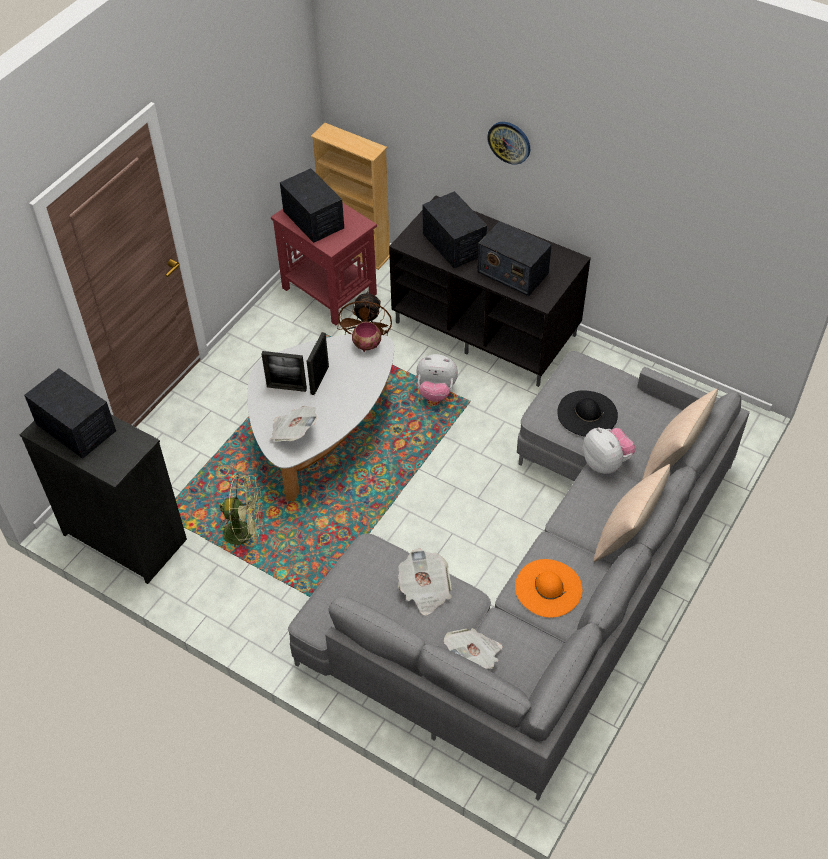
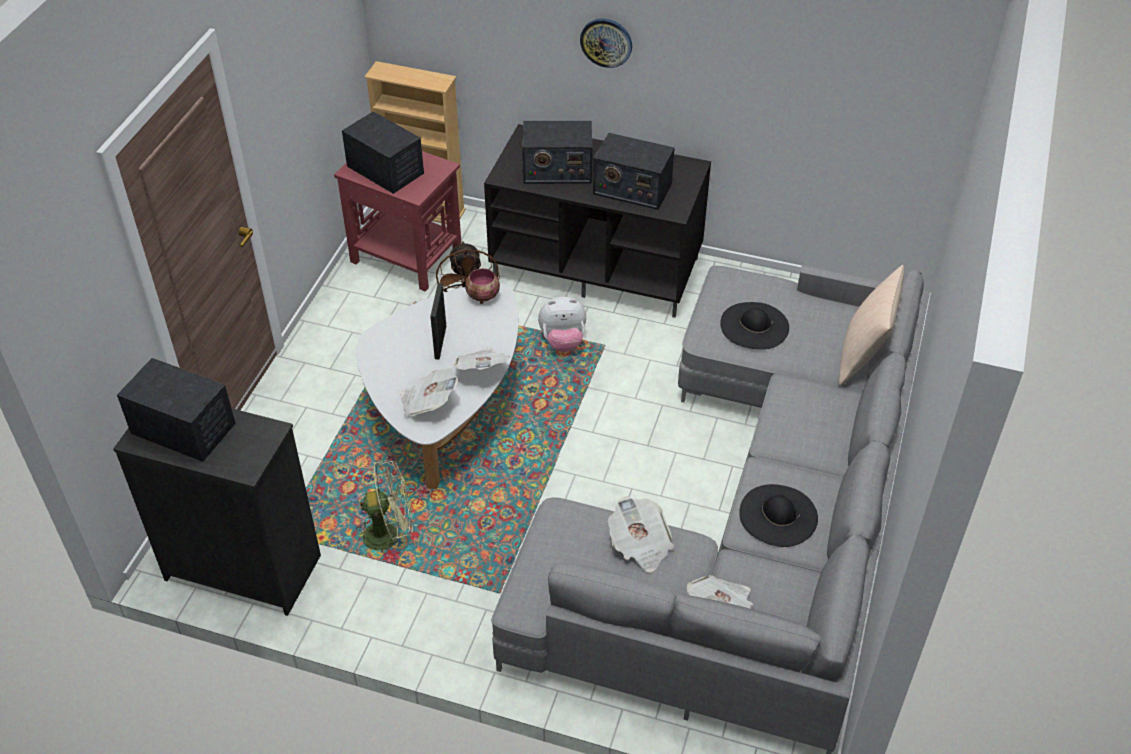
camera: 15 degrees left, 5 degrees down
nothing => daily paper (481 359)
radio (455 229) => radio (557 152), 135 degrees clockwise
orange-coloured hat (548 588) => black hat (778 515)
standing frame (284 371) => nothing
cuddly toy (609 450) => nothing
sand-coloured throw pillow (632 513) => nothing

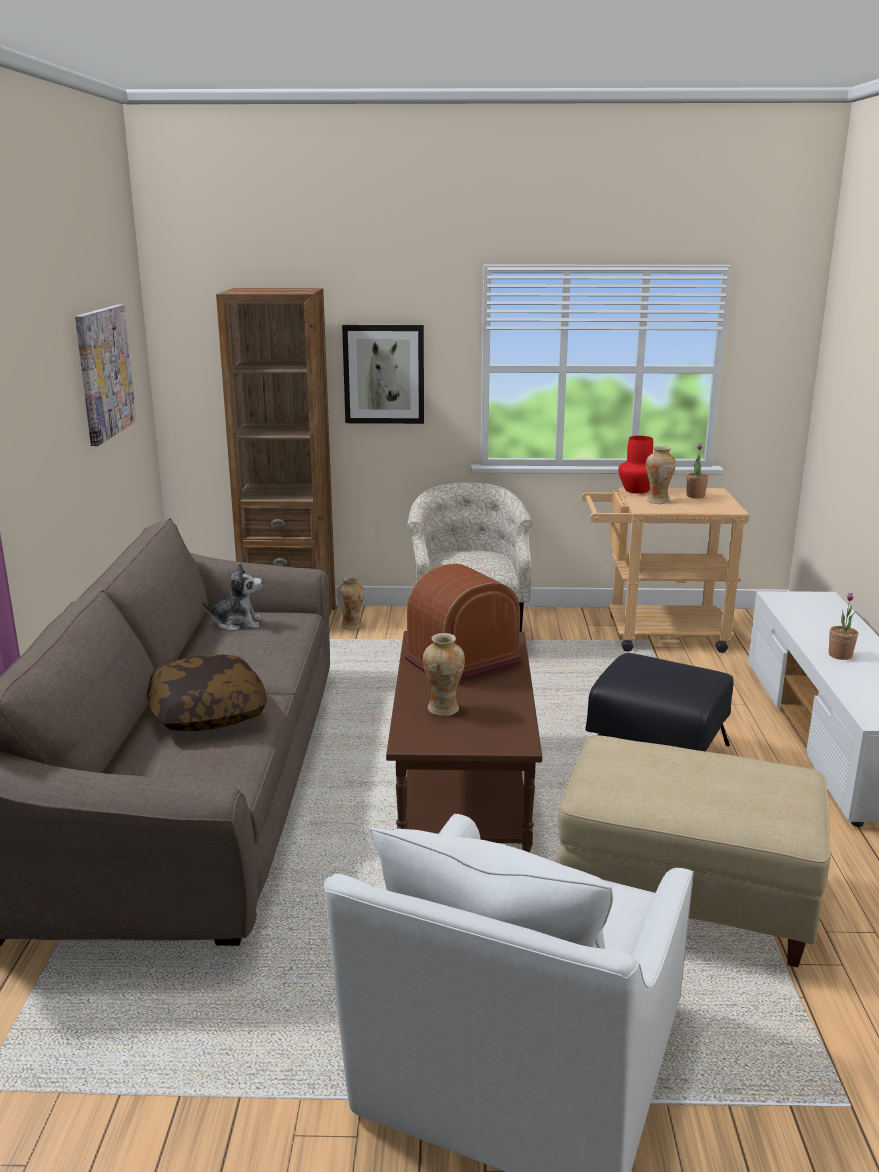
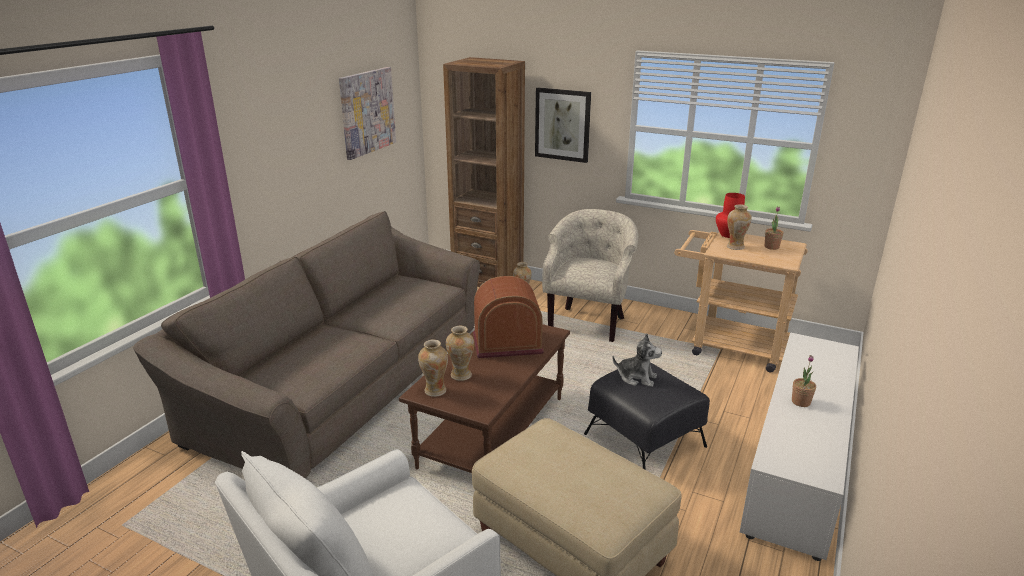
camera: 25 degrees right, 5 degrees up
nothing => flower vase (433 368)
cuddly toy (232 597) => cuddly toy (637 360), relocated
throw pillow (206 692) => nothing

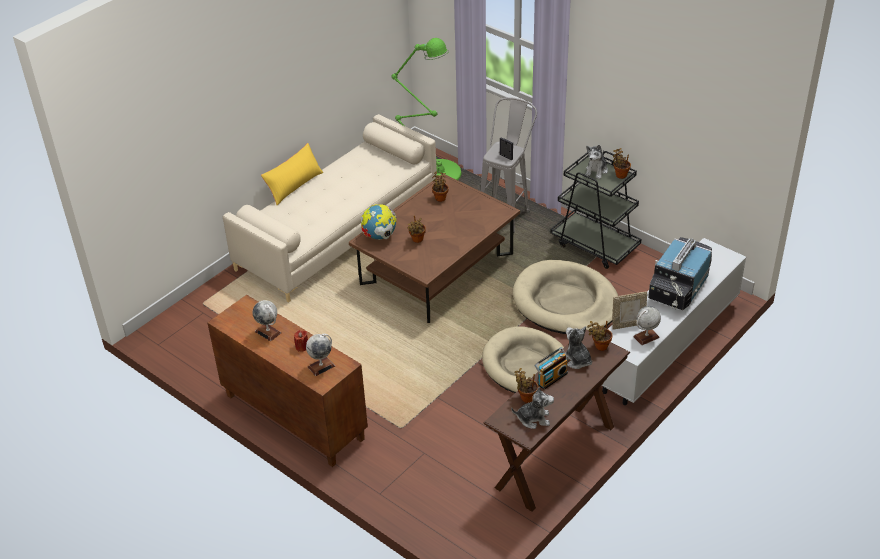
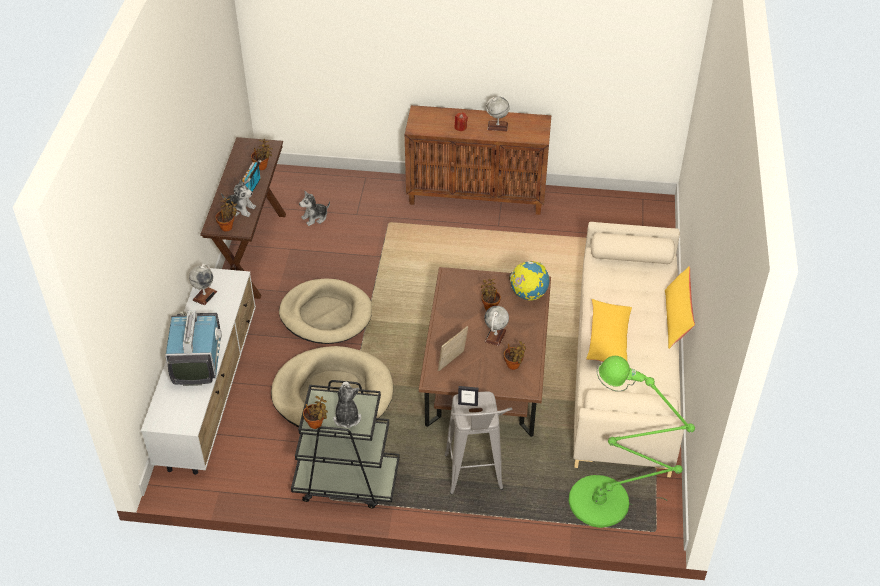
camera: 145 degrees right, 5 degrees up
cuddly toy (532 408) => cuddly toy (314 208), relocated
standing frame (629 311) => standing frame (453 348), relocated
world globe (320 355) => world globe (496 326), relocated
nothing => yellow throw pillow (609 330)

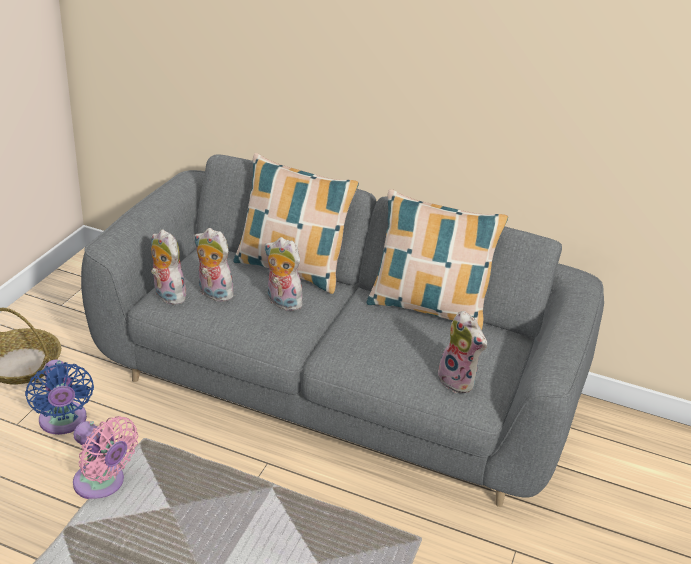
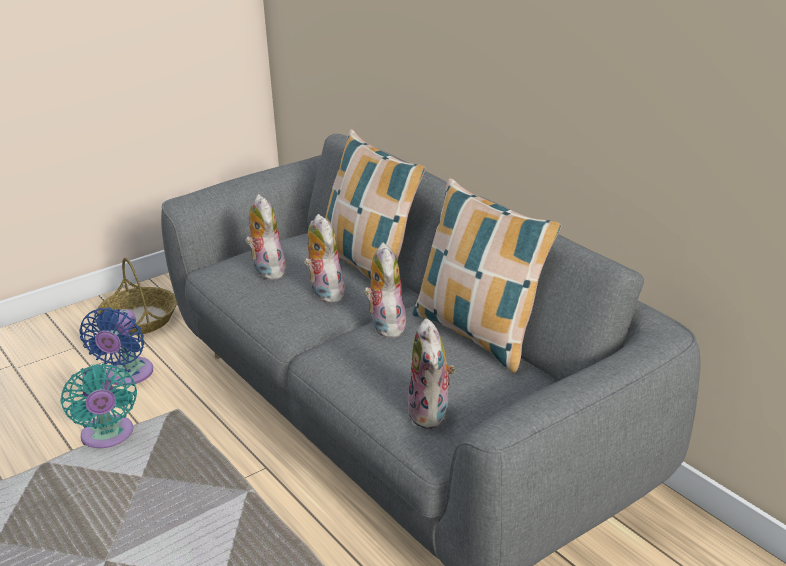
camera: 35 degrees right, 5 degrees down
pink-coloured fan (105 457) => turquoise fan (98 405)
cuddly toy (168 267) => cuddly toy (386 290), relocated

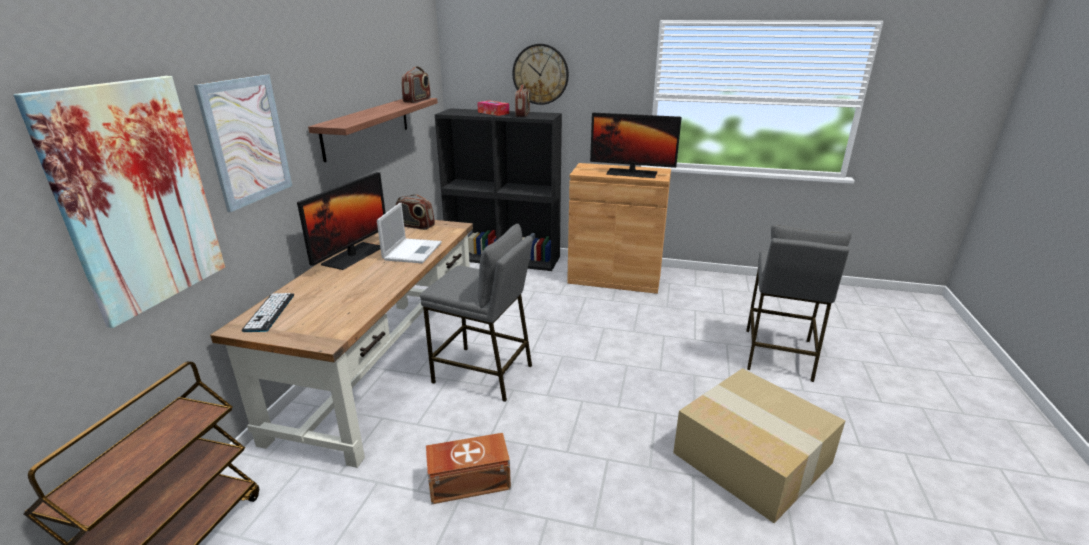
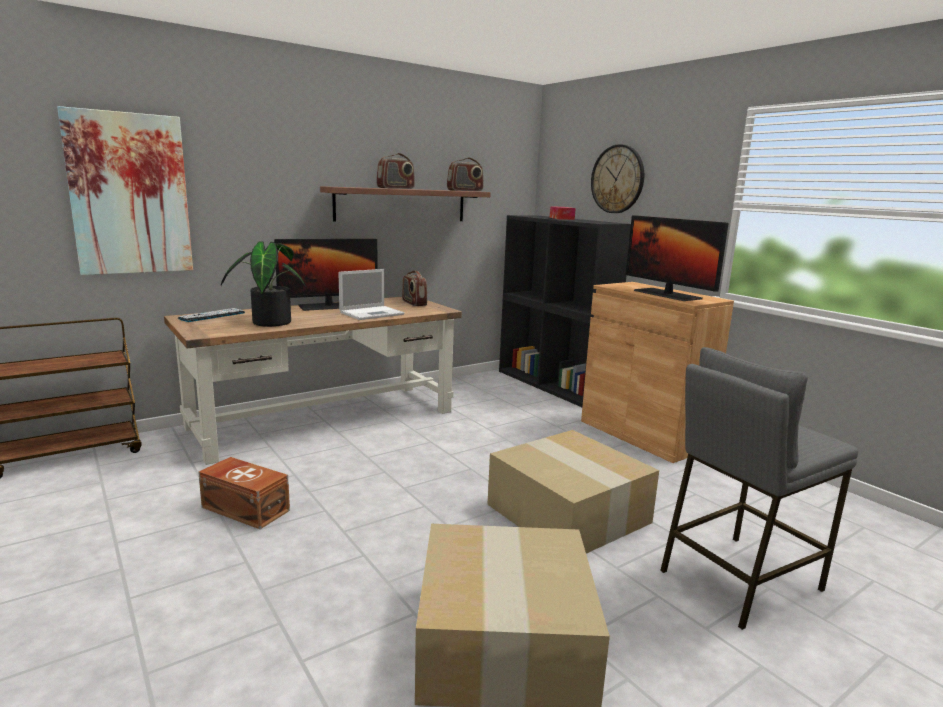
camera: 40 degrees right, 10 degrees down
nothing => houseplant (263 284)
radio (522 100) => radio (396 171), relocated
nothing => cardboard box (573 492)
wall art (243 143) => nothing
greyish stool (476 313) => nothing

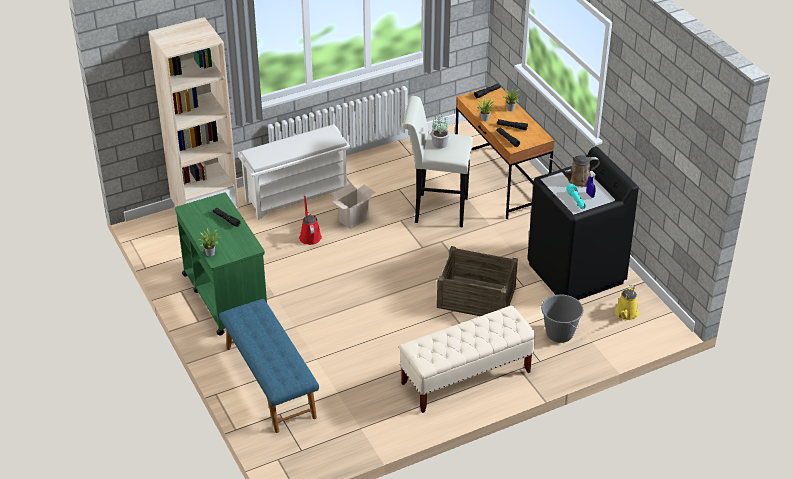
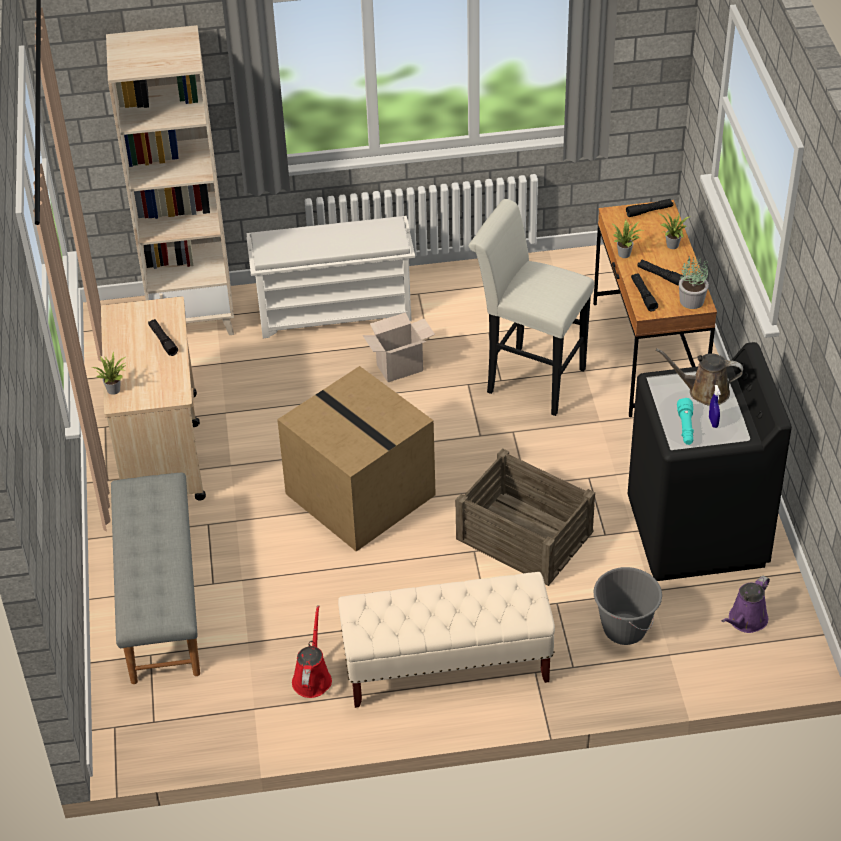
camera: 20 degrees right, 5 degrees up
greenish trolley (221 264) => sand-coloured trolley (153 398)
bluish bench (269 366) => greyish bench (155 578)
nothing => cardboard box (356 459)
red sprinkling can (310 220) => red sprinkling can (312 651), relocated
houseplant (440 132) => houseplant (694 282), relocated
yellow sprinkling can (627 303) => purplish sprinkling can (746 604)

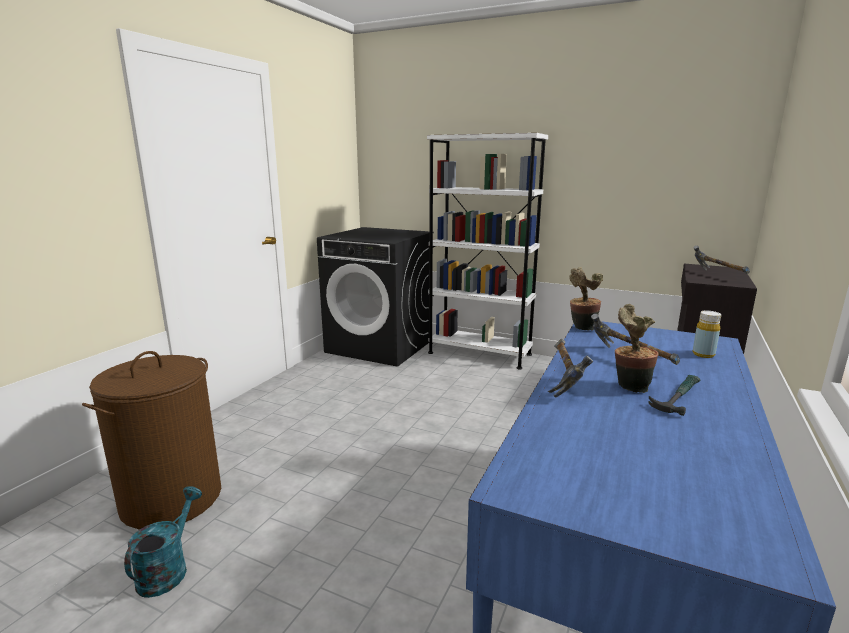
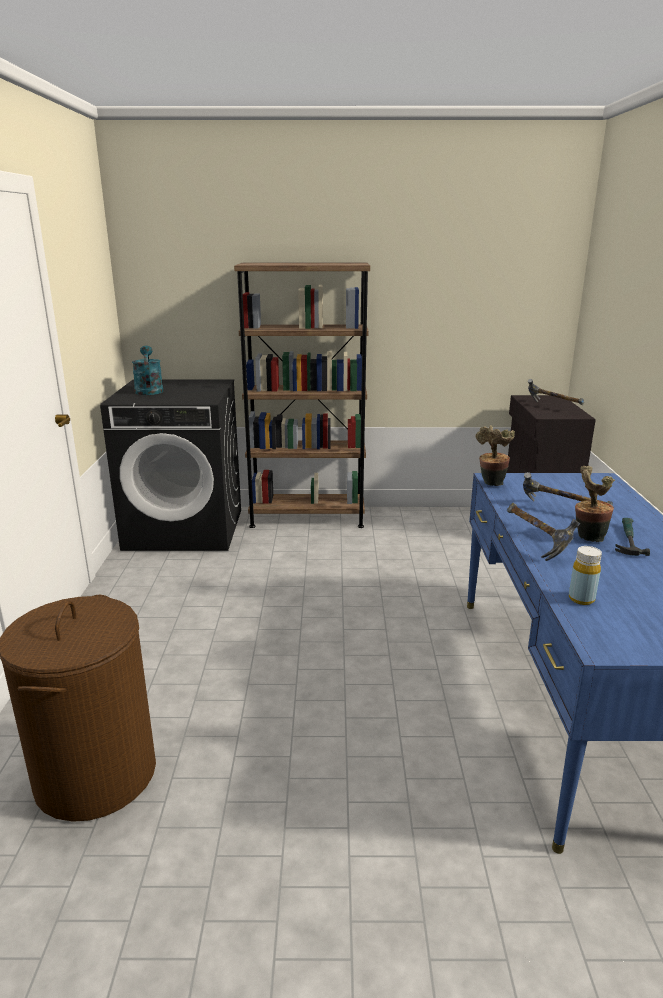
camera: 25 degrees left, 5 degrees up
turquoise sprinkling can (163 542) => turquoise sprinkling can (147 370), relocated
white-coloured shelving unit (487 251) => brown-coloured shelving unit (302 395)
yellow drink bottle (707 334) => yellow drink bottle (585 575), relocated

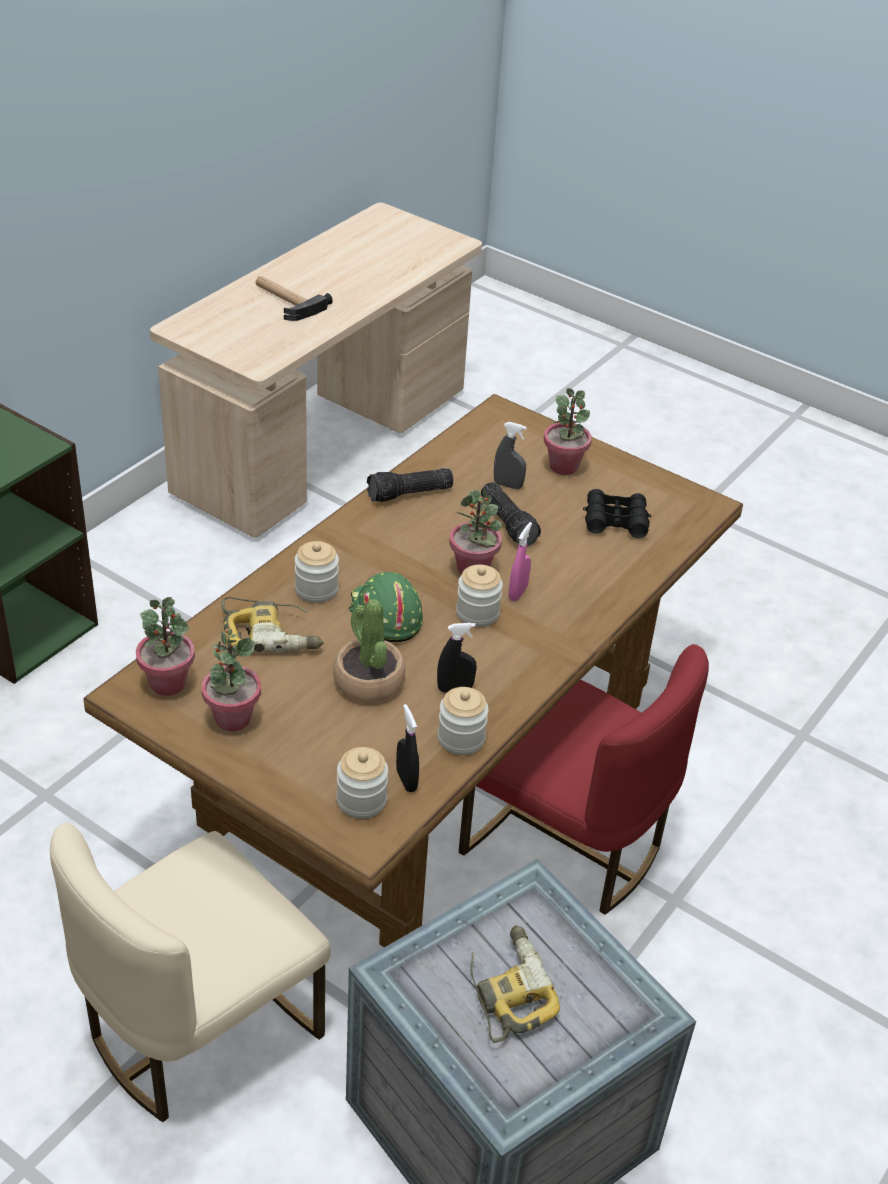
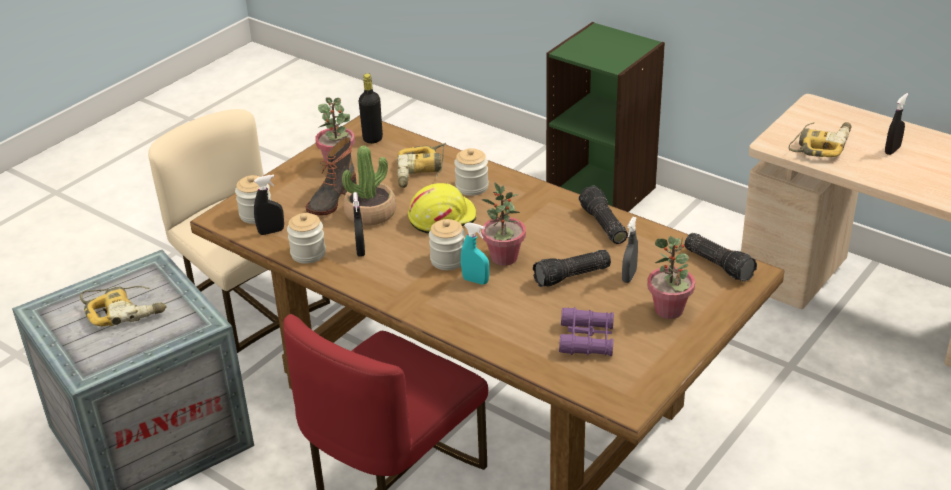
camera: 95 degrees right, 5 degrees down
nothing => boot (331 176)
houseplant (165 646) => black drink bottle (371 108)
greenish safety helmet (386 607) => yellow safety helmet (442 208)
pink-coloured hand sprayer (520 561) => turquoise hand sprayer (475 253)
black field glasses (617 513) => purplish field glasses (586 331)
nothing => hand torch (720 257)
nothing => electric drill (820 139)
tool hammer (294 298) => black hand sprayer (896 124)

